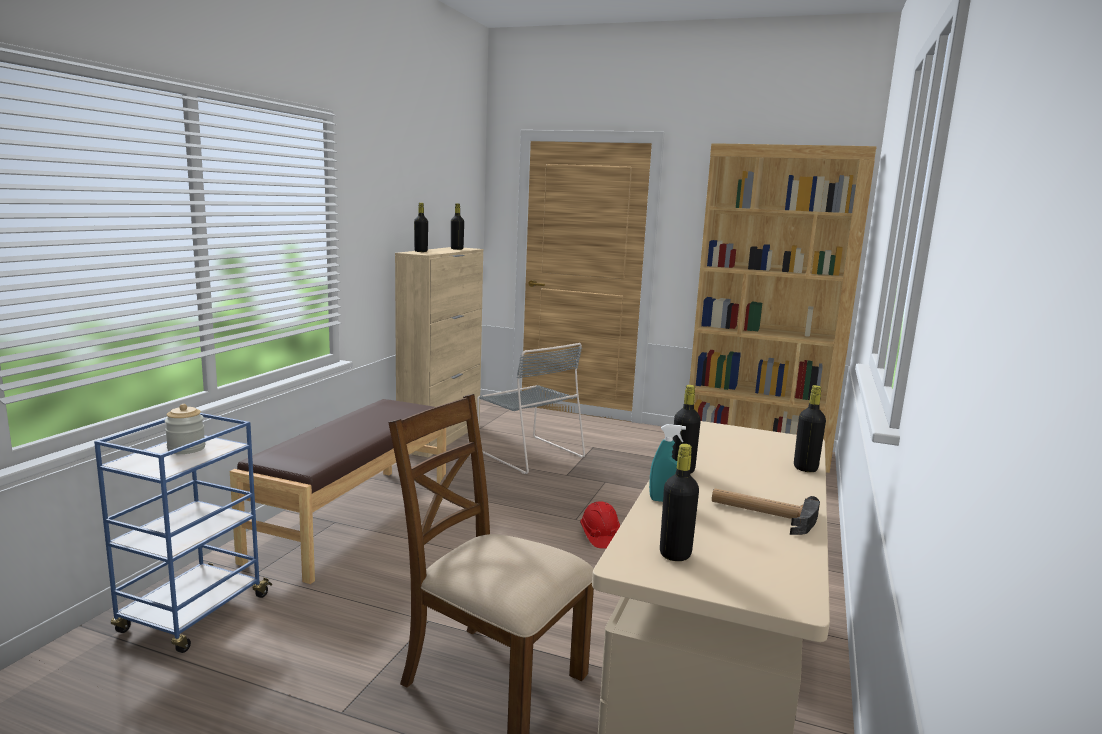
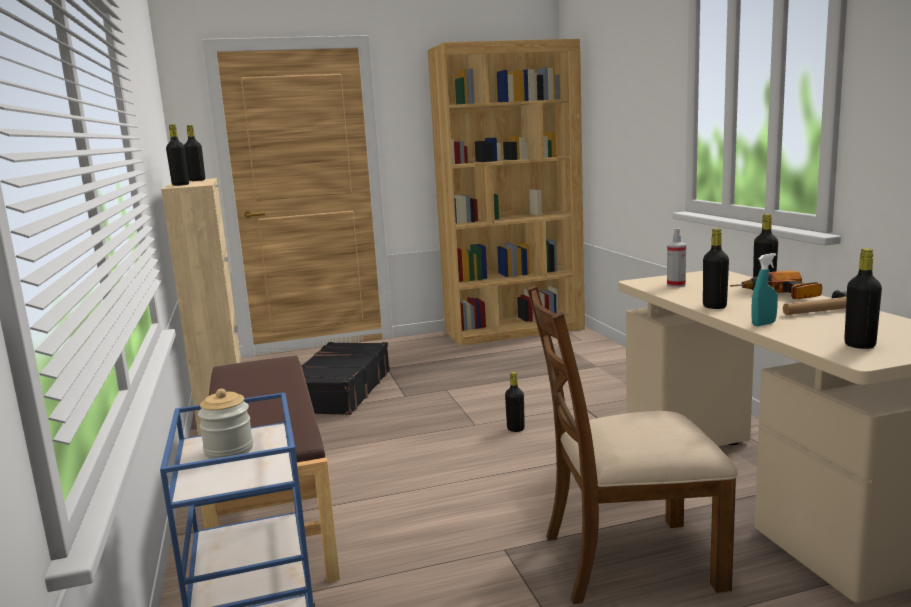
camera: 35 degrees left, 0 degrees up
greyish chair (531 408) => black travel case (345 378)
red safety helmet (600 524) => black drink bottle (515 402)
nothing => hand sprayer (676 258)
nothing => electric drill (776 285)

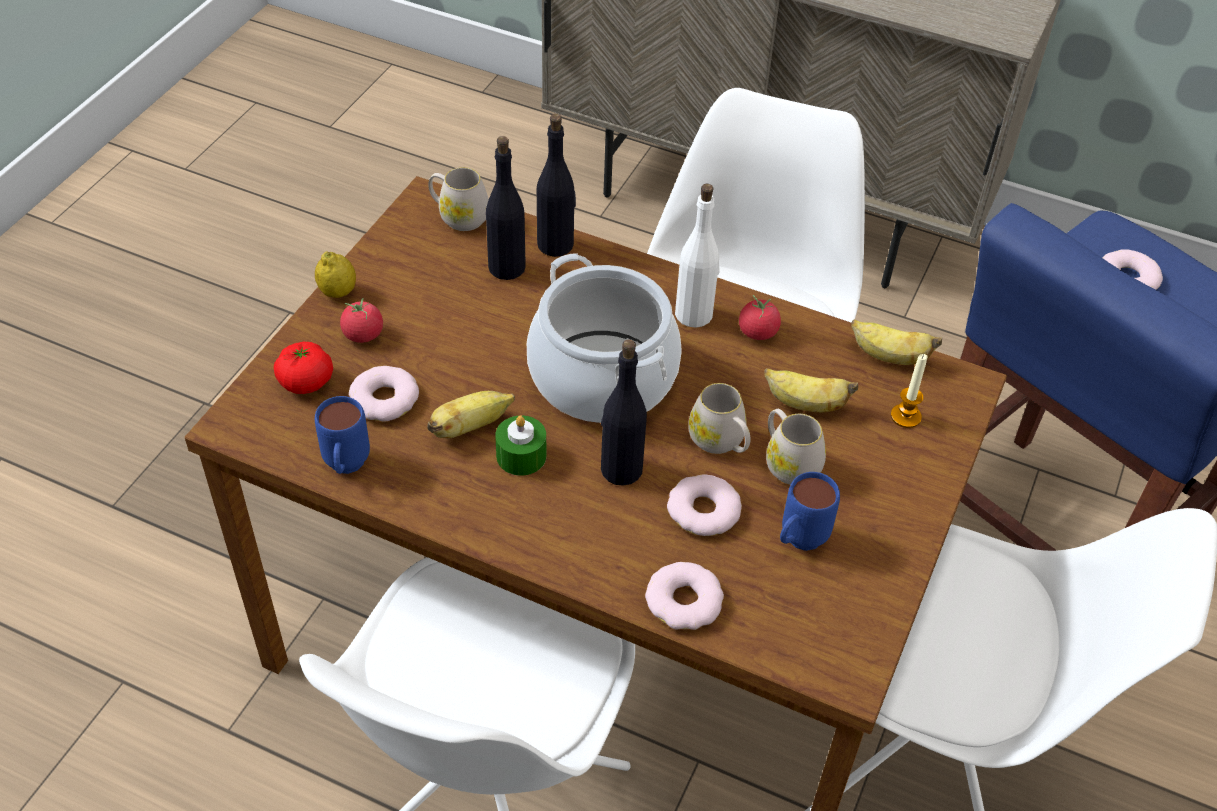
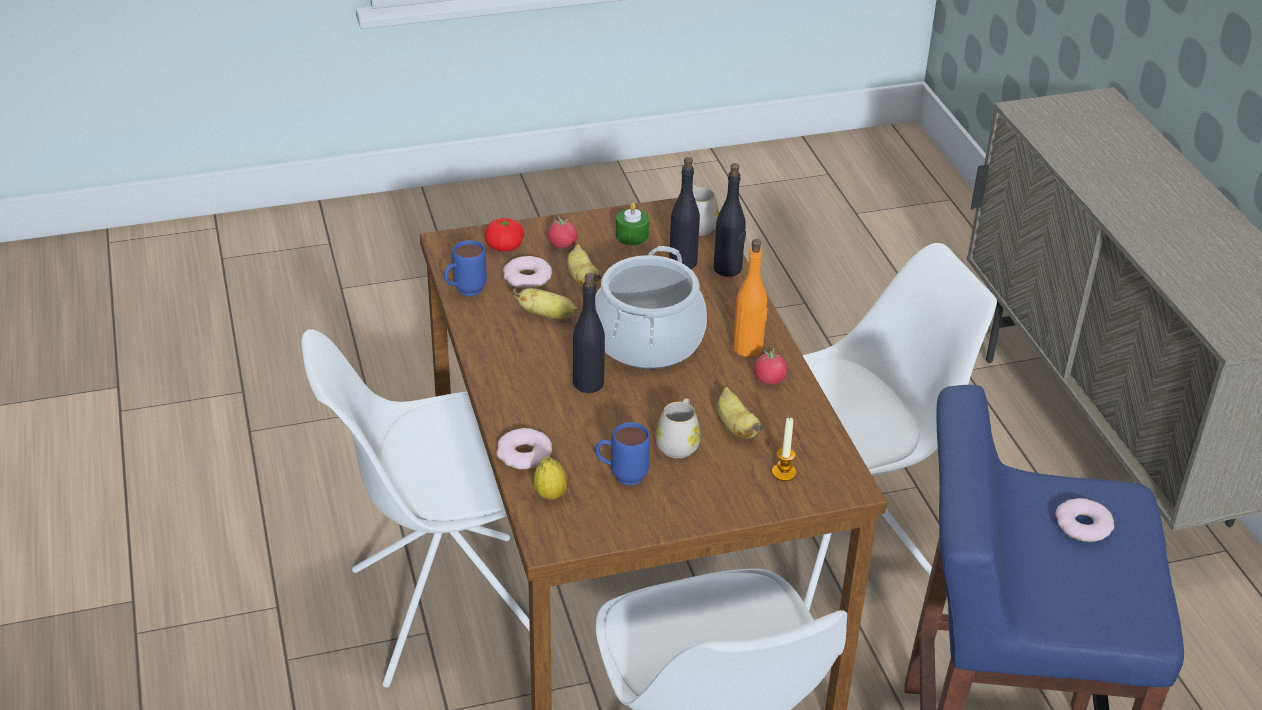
camera: 50 degrees right, 10 degrees down
citrus fruit (335 274) => citrus fruit (551 478), relocated
whole banana (896 342) => whole banana (584 265), relocated
greenish wax light (520 445) => greenish wax light (632 223), relocated
white-coloured drink bottle (697 256) => orange-coloured drink bottle (750 298)
ring doughnut (704 505) => nothing
white-coloured tea mug (719 418) => nothing

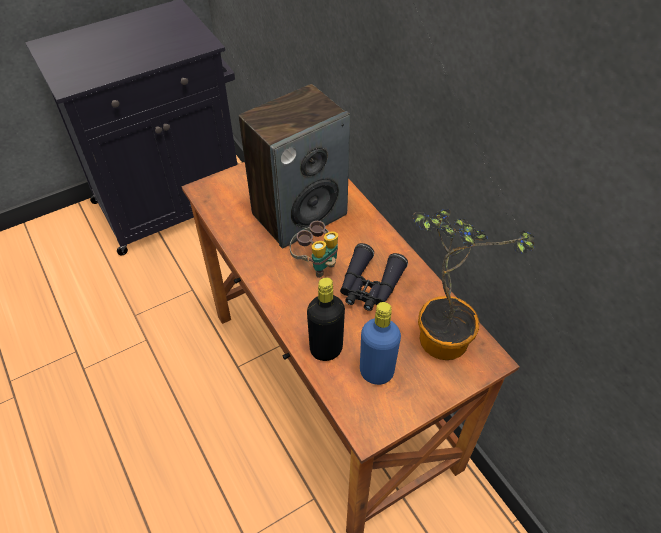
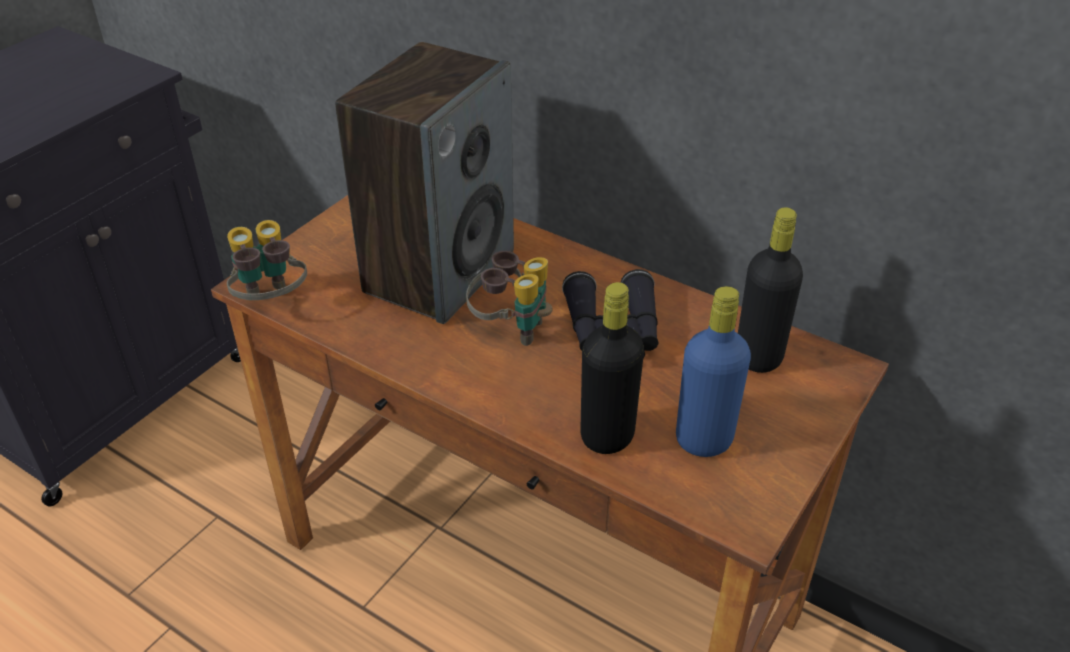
camera: 25 degrees left, 10 degrees down
nothing => field glasses (267 260)
houseplant (474 284) => black drink bottle (770 290)

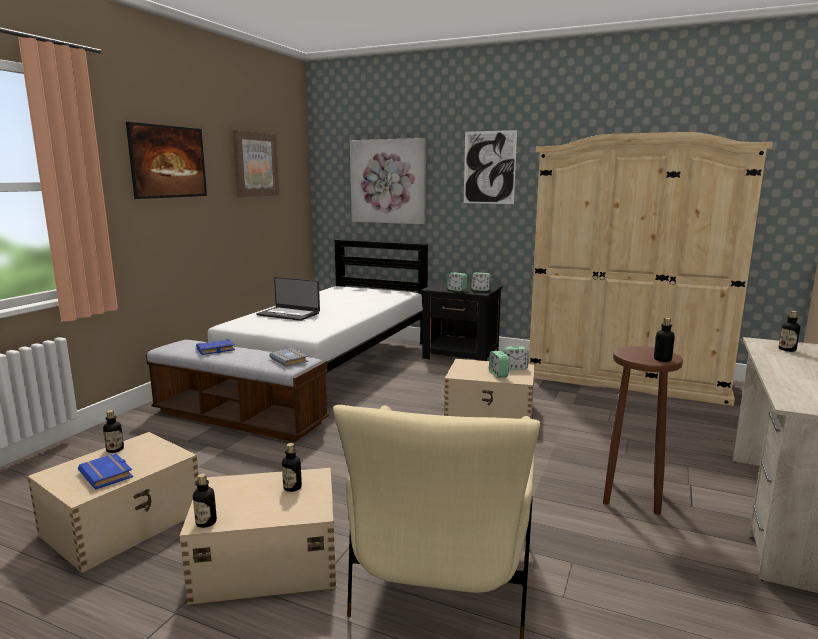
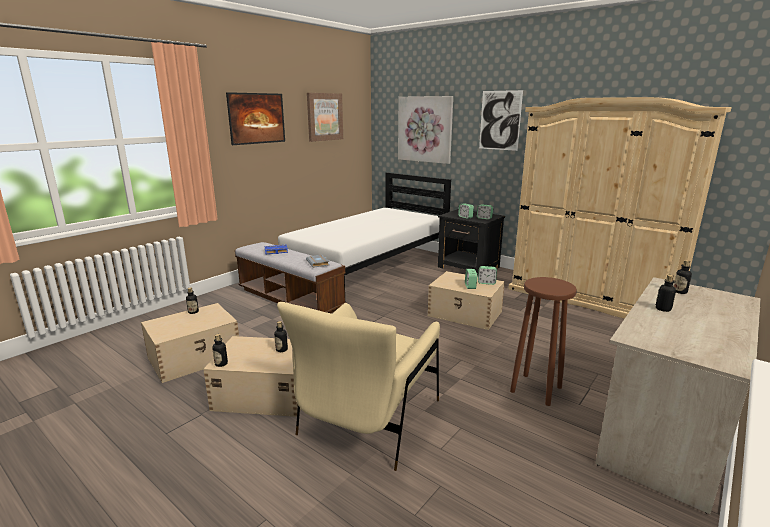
camera: 15 degrees right, 5 degrees up
drink bottle (664 340) => drink bottle (666 293), relocated
bluish bound book (105 471) => nothing
laptop (288 299) => nothing

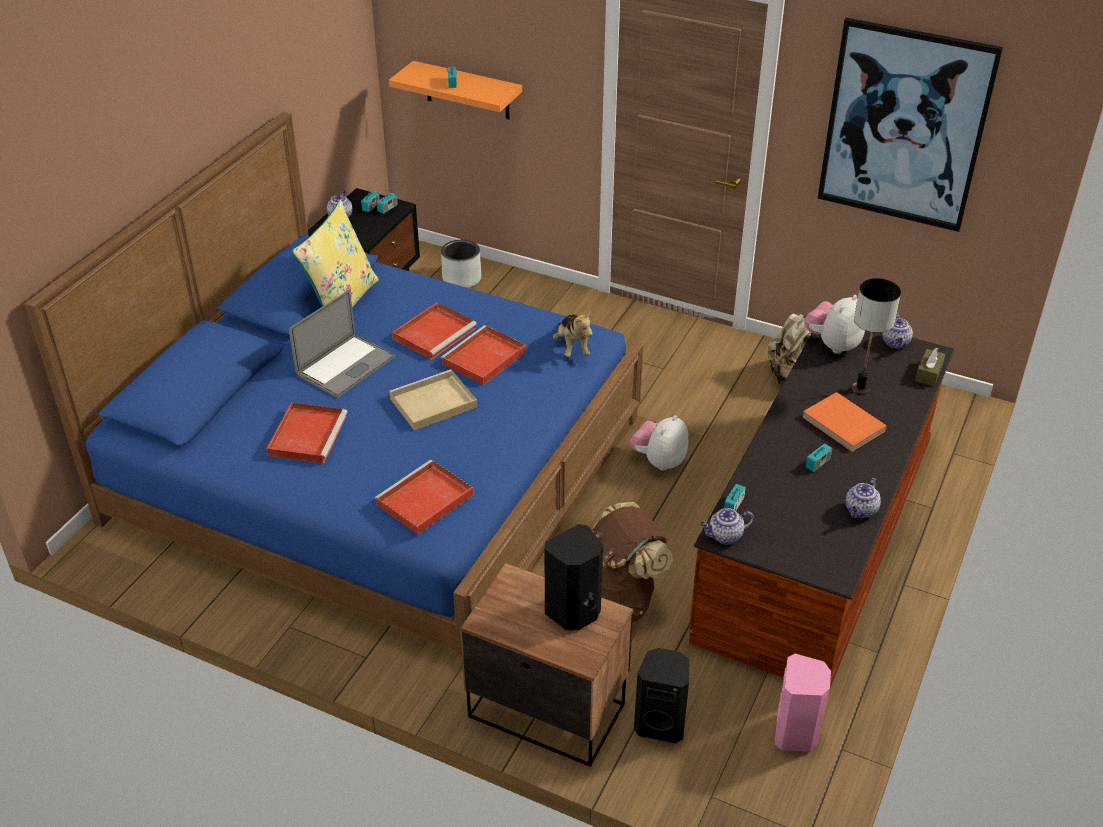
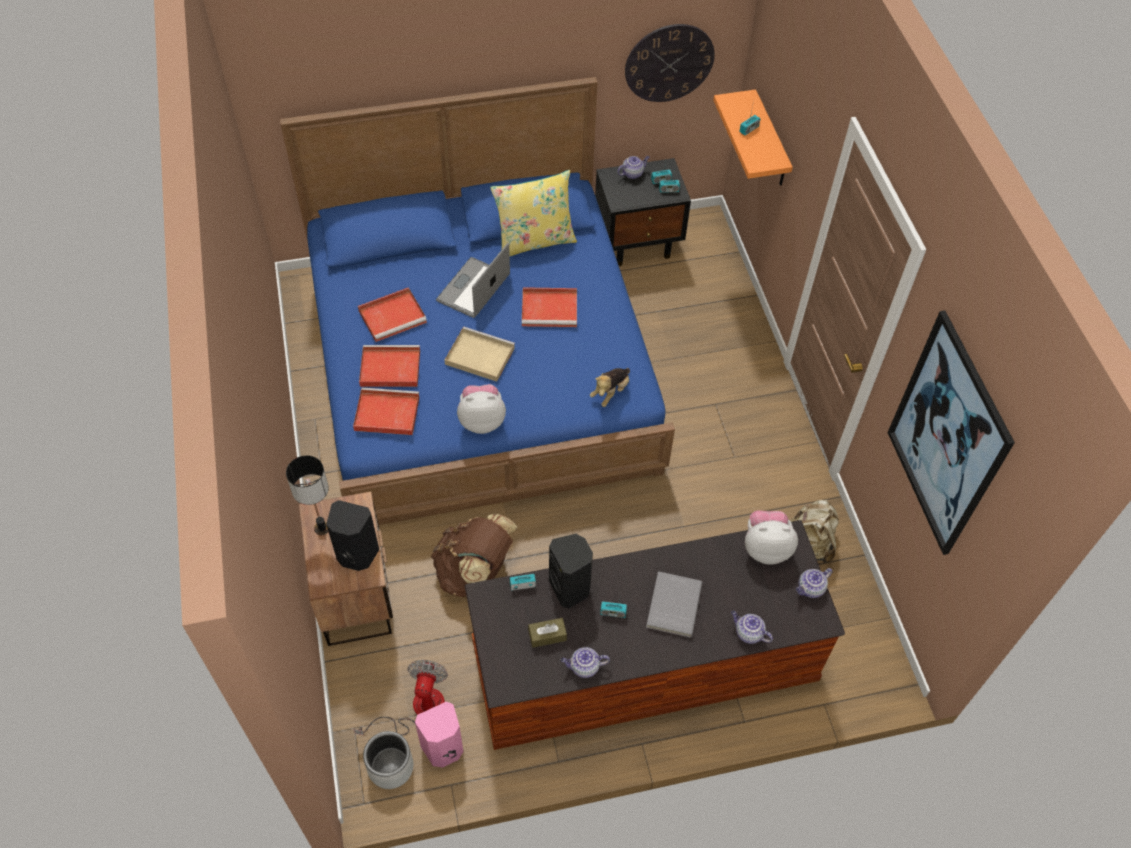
camera: 50 degrees right, 15 degrees up
table lamp (876 336) => table lamp (307 495), relocated
nothing => fan (401 698)
red serving tray (483 355) => red serving tray (389 366), relocated
greyish planter (461 264) => greyish planter (388 760), relocated
laptop (342 344) => laptop (473 280), 120 degrees clockwise
cuddly toy (659 443) => cuddly toy (481 409), relocated
brown-coloured box of tissues (930 366) => brown-coloured box of tissues (547 633), relocated
black loudspeaker (661 695) => black loudspeaker (571 571), relocated
nothing => clock on the wall (670 63)
orange-coloured bound book (845 422) => greyish bound book (674 604)
pot for tea (727 526) => pot for tea (752 627), relocated

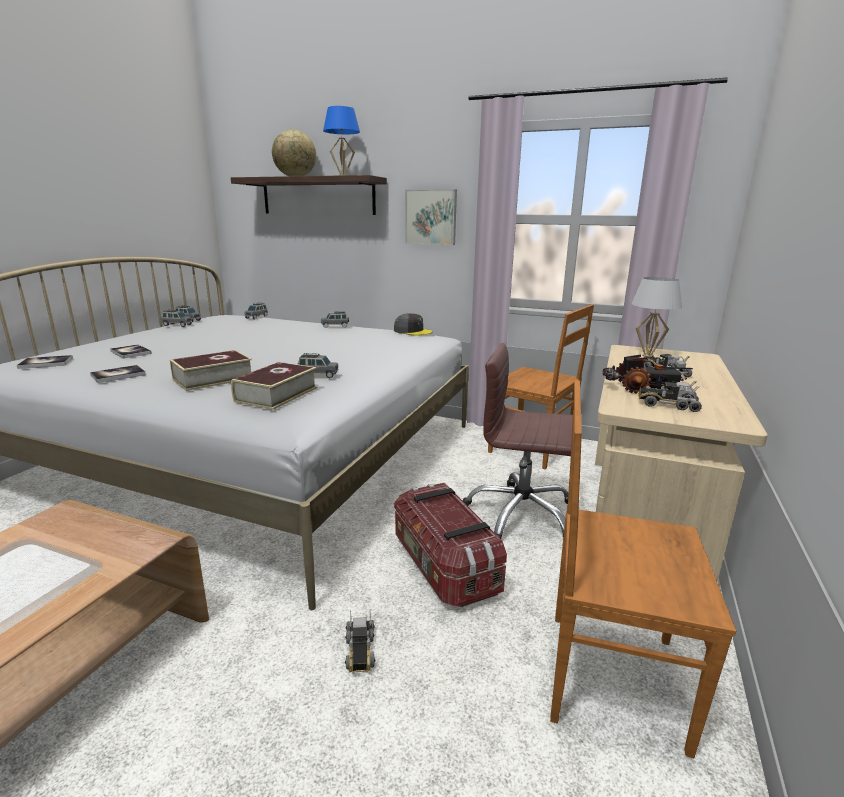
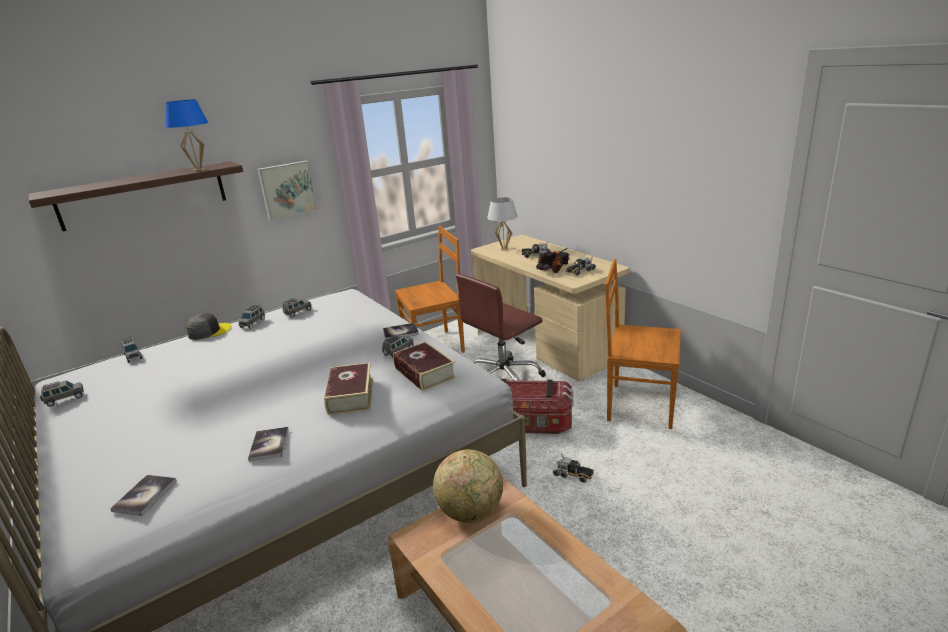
camera: 55 degrees left, 5 degrees up
greyish cap (413 324) => greyish cap (208 326), relocated
greyish toy car (177 318) => greyish toy car (297 307), relocated
bound book (131 351) => bound book (401 331), relocated
world globe (294 152) => world globe (468 486), relocated
brown-coloured chair (643 569) => brown-coloured chair (643 344), 60 degrees clockwise

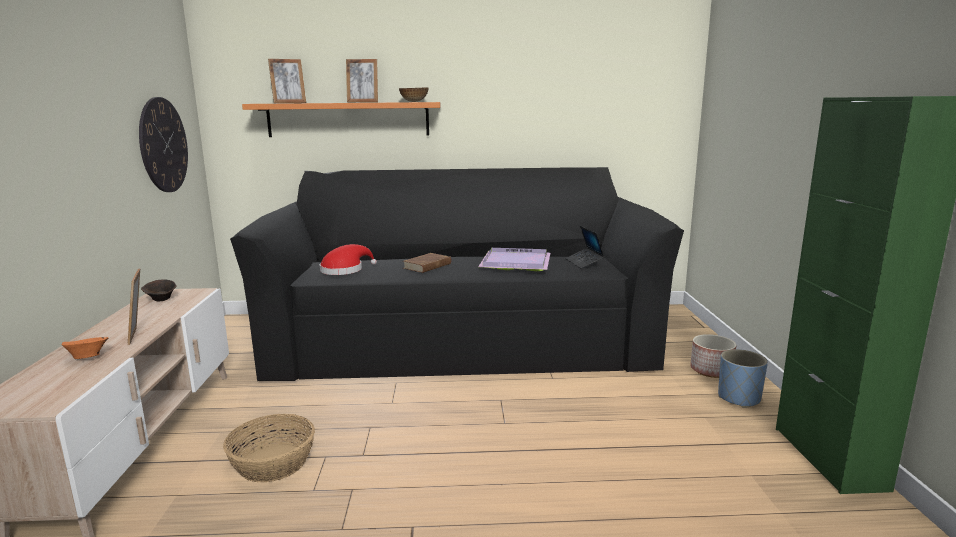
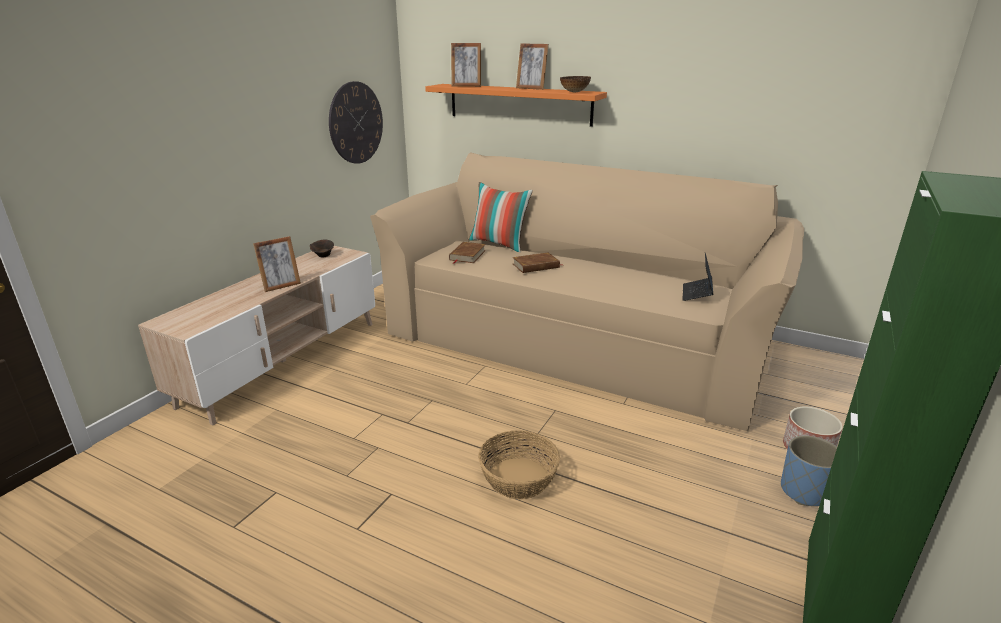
camera: 30 degrees right, 10 degrees up
standing frame (134 306) => standing frame (277 264), 135 degrees counterclockwise
black settee (457 274) => sand-coloured settee (587 291)
red hat (348 259) => brown-coloured bound book (467 253)
nothing => throw pillow (501 217)
storage basket (269 448) => storage basket (519 464), relocated
orange-coloured serving bowl (85 348) => nothing
purplish serving tray (514 259) => nothing

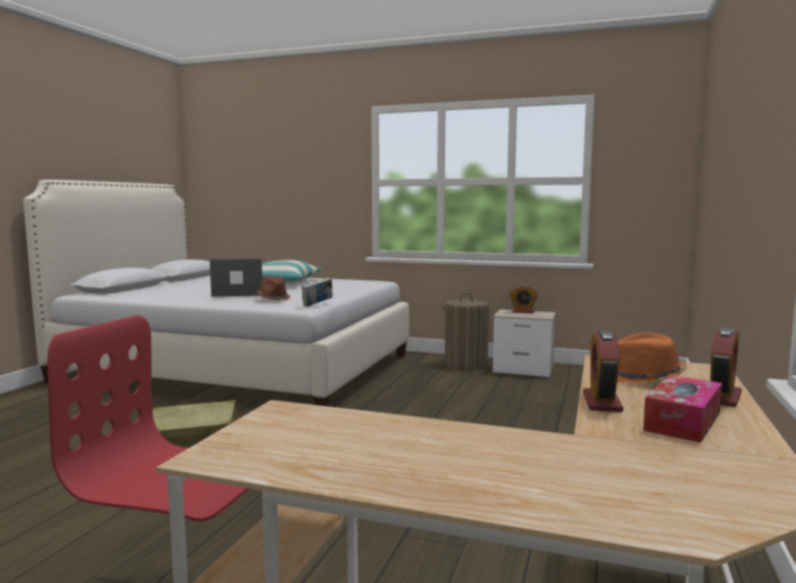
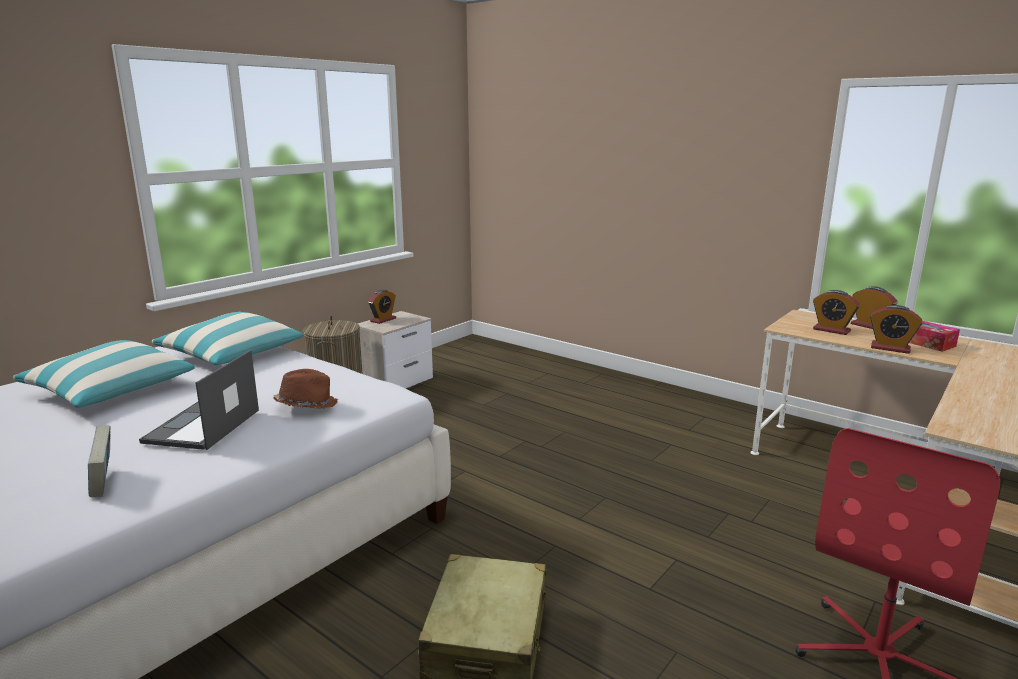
camera: 70 degrees left, 10 degrees up
bound book (317 292) => bound book (99 461), relocated
nothing => throw pillow (227 338)
orange-coloured hat (652 358) => table clock (836 312)

